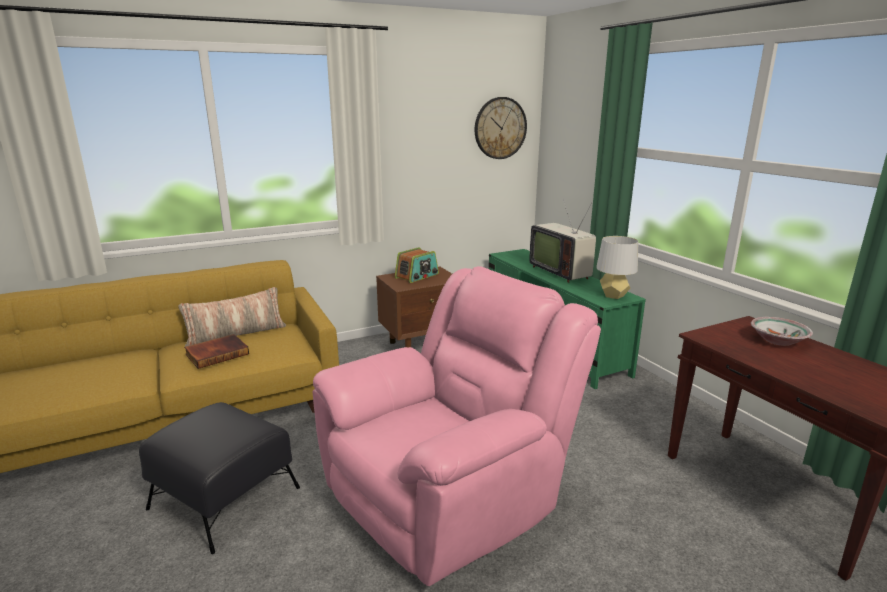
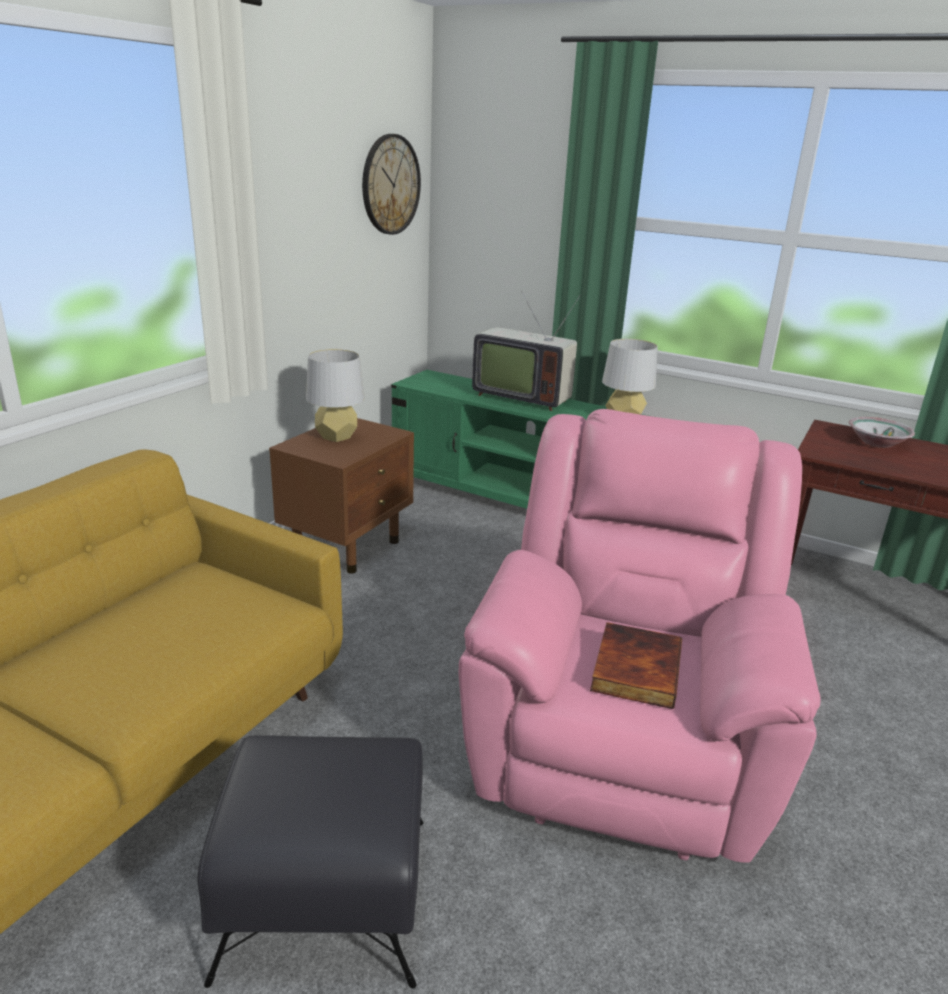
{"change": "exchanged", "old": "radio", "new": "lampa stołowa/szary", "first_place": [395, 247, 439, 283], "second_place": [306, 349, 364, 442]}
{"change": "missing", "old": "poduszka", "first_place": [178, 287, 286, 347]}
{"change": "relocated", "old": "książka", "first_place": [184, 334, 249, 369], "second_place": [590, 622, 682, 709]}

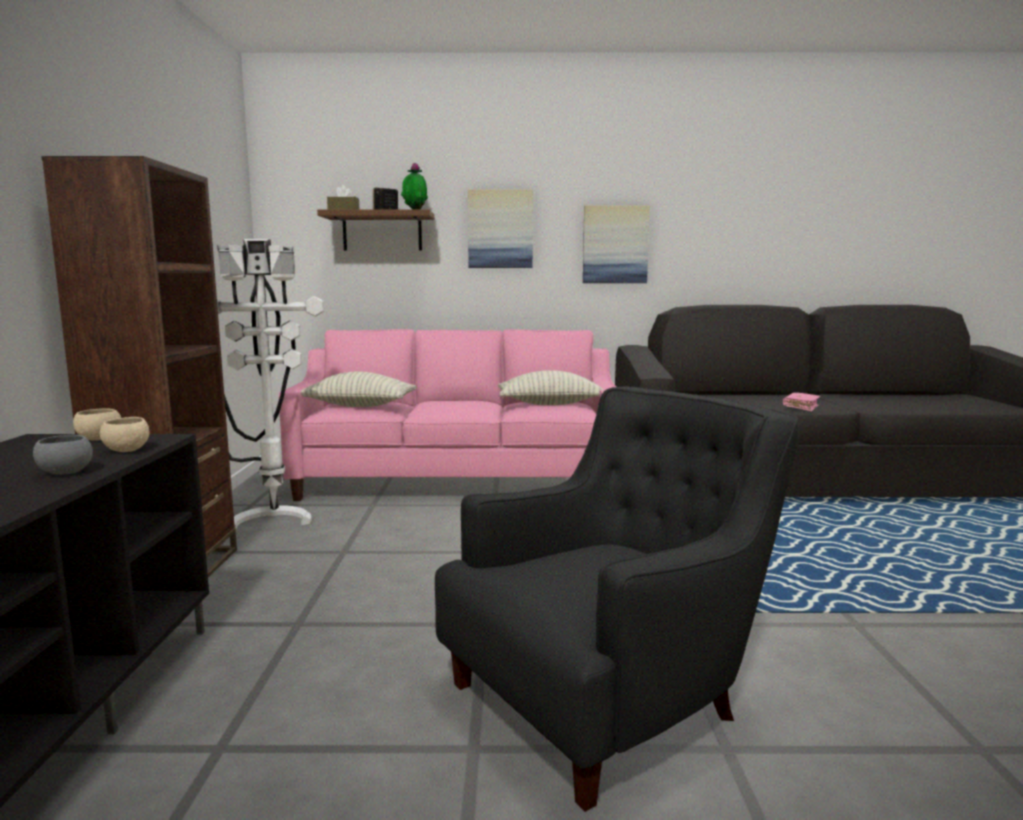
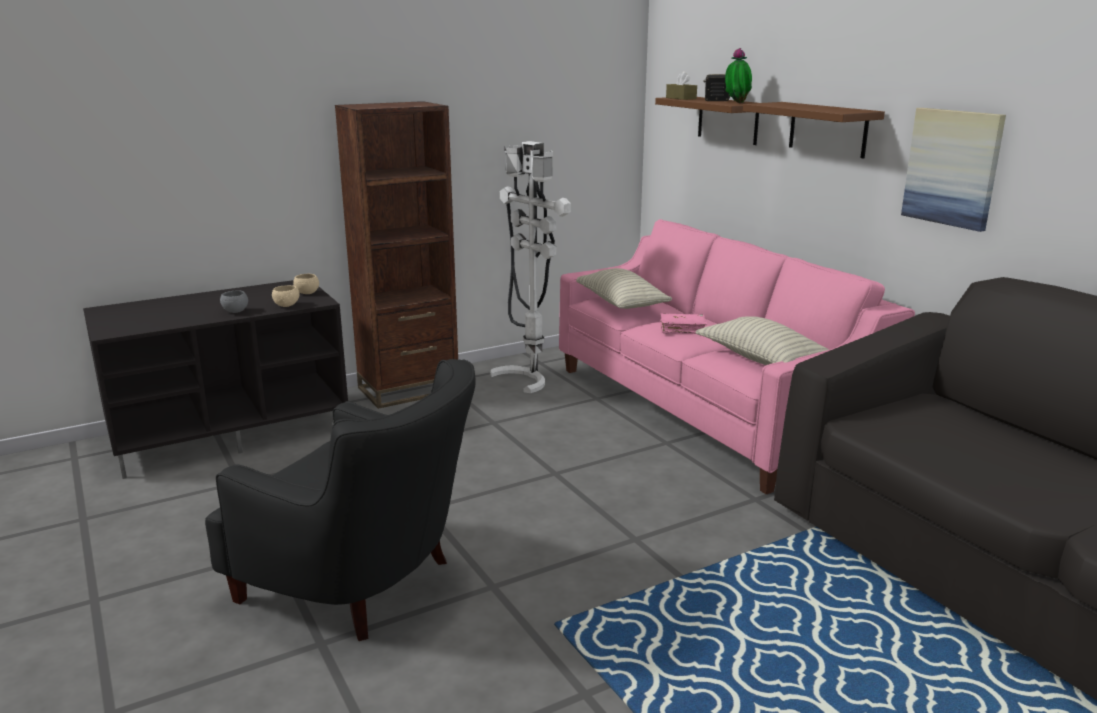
{"change": "exchanged", "old": "obraz", "new": "półka/brązowy", "first_place": [468, 190, 533, 268], "second_place": [743, 102, 885, 159]}
{"change": "relocated", "old": "książka/różowy", "first_place": [783, 392, 820, 412], "second_place": [660, 314, 707, 334]}

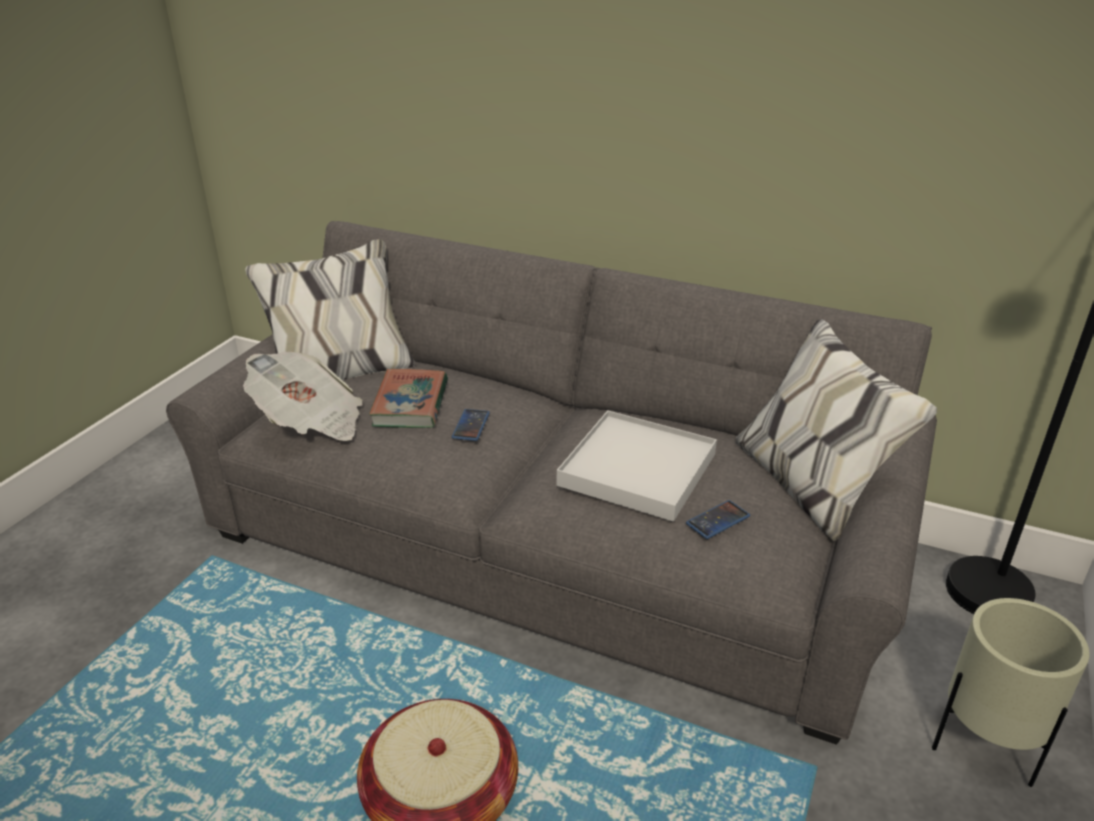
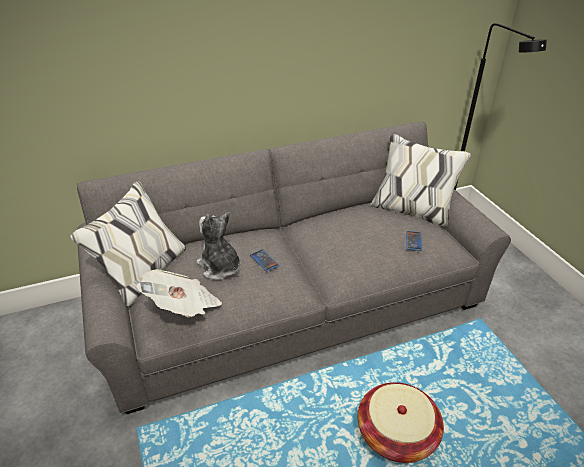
{"change": "exchanged", "old": "książka", "new": "pluszak", "first_place": [369, 369, 448, 428], "second_place": [196, 212, 241, 280]}
{"change": "missing", "old": "taca/biały", "first_place": [557, 410, 717, 522]}
{"change": "missing", "old": "donica/beżowy", "first_place": [932, 598, 1090, 787]}

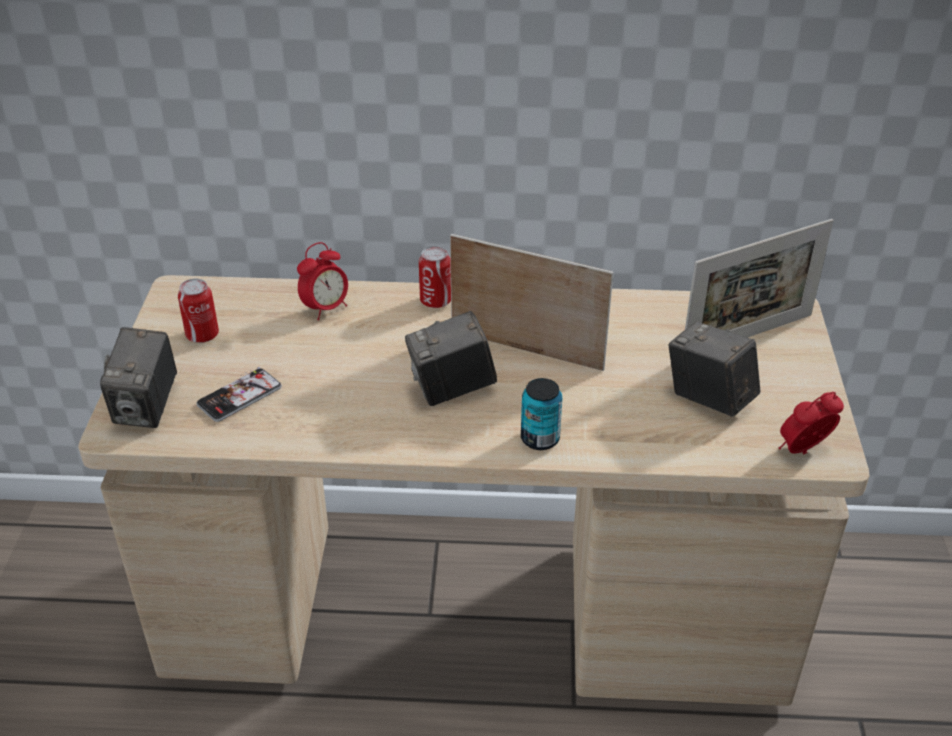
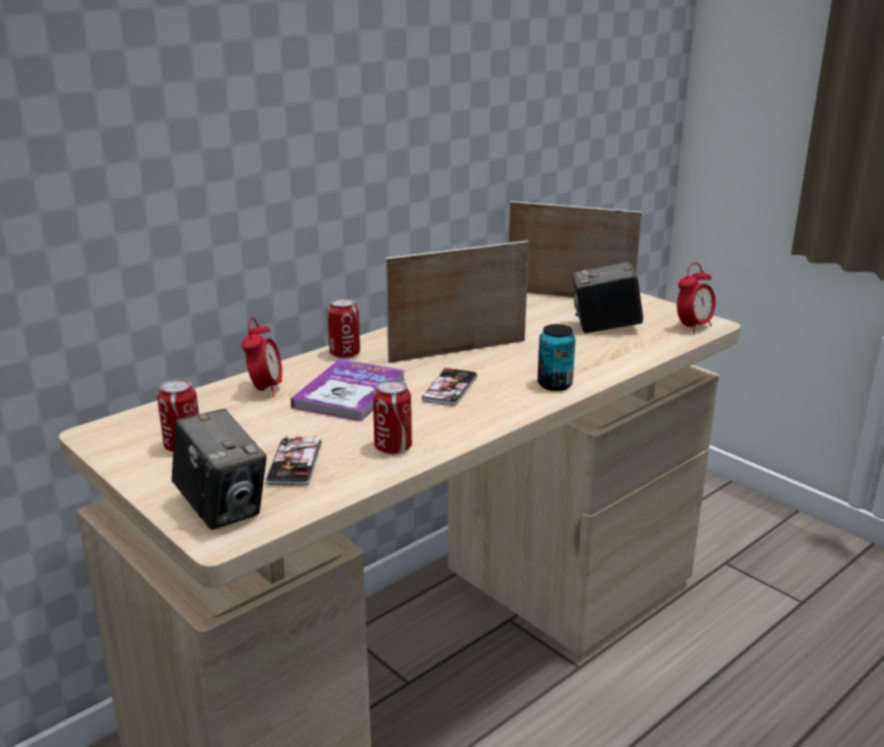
{"change": "spun", "old": "ramka na zdjęcie", "first_place": [685, 219, 834, 338], "second_place": [508, 201, 642, 298], "degrees": -90}
{"change": "exchanged", "old": "aparat fotograficzny", "new": "telefon", "first_place": [405, 311, 497, 406], "second_place": [421, 368, 478, 406]}
{"change": "spun", "old": "budzik", "first_place": [779, 392, 844, 454], "second_place": [677, 263, 716, 333], "degrees": -150}
{"change": "appeared", "new": "książka", "second_place": [291, 359, 405, 422]}
{"change": "appeared", "new": "puszka", "second_place": [373, 379, 412, 454]}

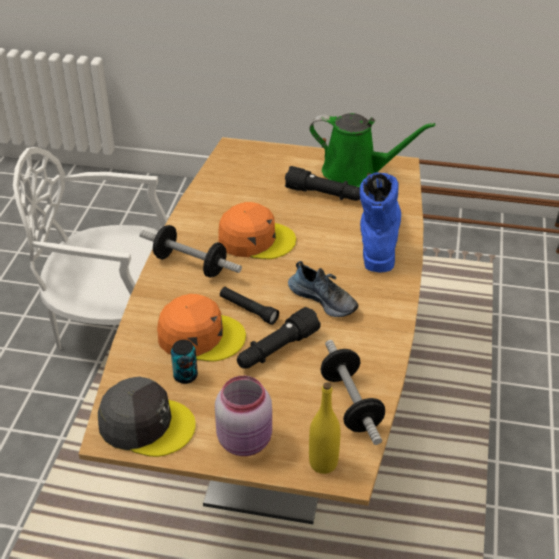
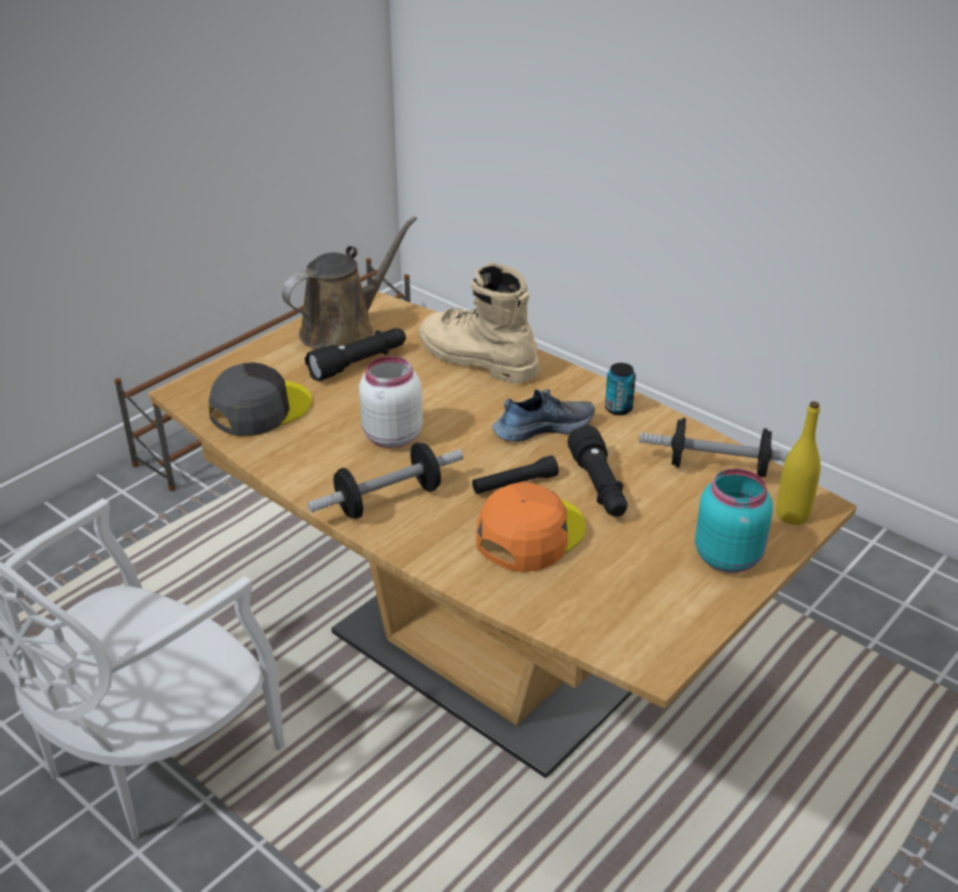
{"change": "colour", "old": "konewka/zielony", "new": "konewka/brązowy", "first_place": [309, 113, 435, 187], "second_place": [282, 216, 417, 349]}
{"change": "colour", "old": "but z cholewką/niebieski", "new": "but z cholewką/beżowy", "first_place": [360, 172, 401, 273], "second_place": [419, 263, 539, 384]}
{"change": "exchanged", "old": "czapka z daszkiem/pomarańczowy", "new": "słoik/biały", "first_place": [218, 202, 296, 259], "second_place": [359, 356, 423, 448]}
{"change": "relocated", "old": "puszka", "first_place": [171, 340, 198, 384], "second_place": [605, 363, 636, 415]}
{"change": "colour", "old": "słoik/różowy", "new": "słoik/turkusowy", "first_place": [215, 376, 272, 456], "second_place": [695, 469, 773, 573]}
{"change": "relocated", "old": "czapka z daszkiem/szary", "first_place": [98, 377, 196, 457], "second_place": [209, 362, 312, 436]}

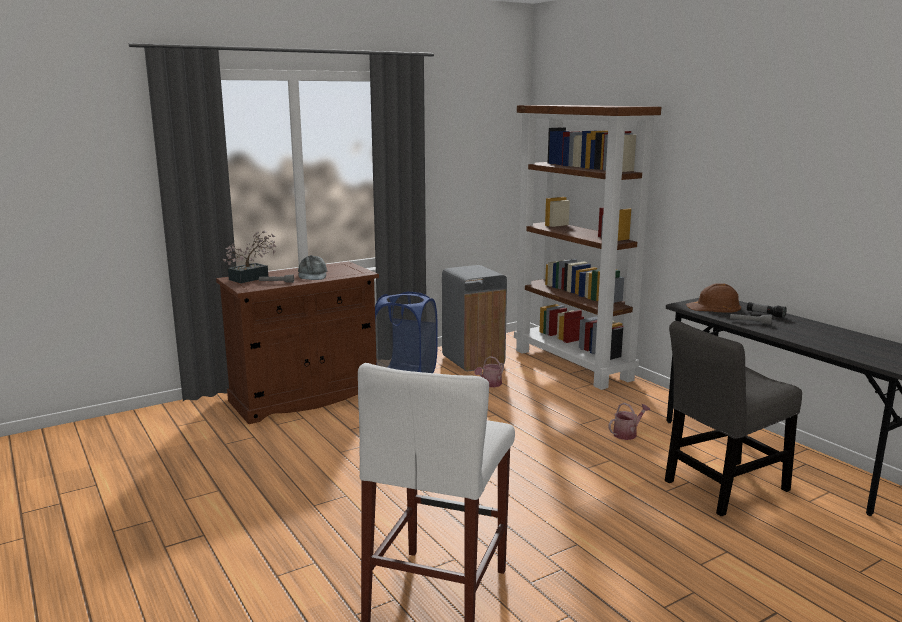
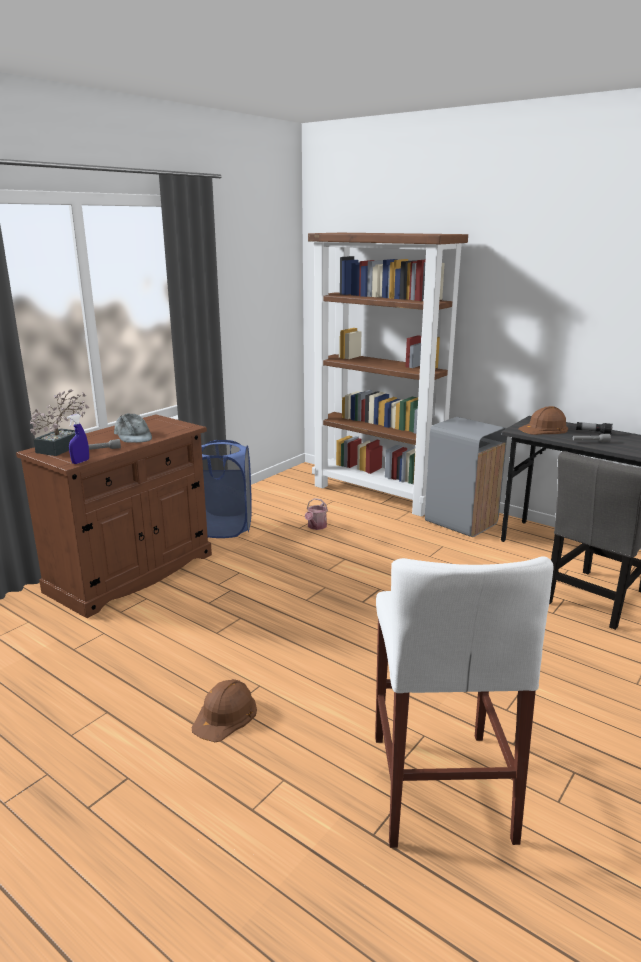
{"change": "relocated", "old": "kosz na śmieci/szary", "first_place": [442, 265, 507, 371], "second_place": [425, 417, 507, 537]}
{"change": "missing", "old": "konewka", "first_place": [609, 403, 650, 440]}
{"change": "appeared", "new": "spryskiwacz/niebieski", "second_place": [67, 414, 89, 464]}
{"change": "appeared", "new": "kask/brązowy", "second_place": [192, 679, 257, 742]}

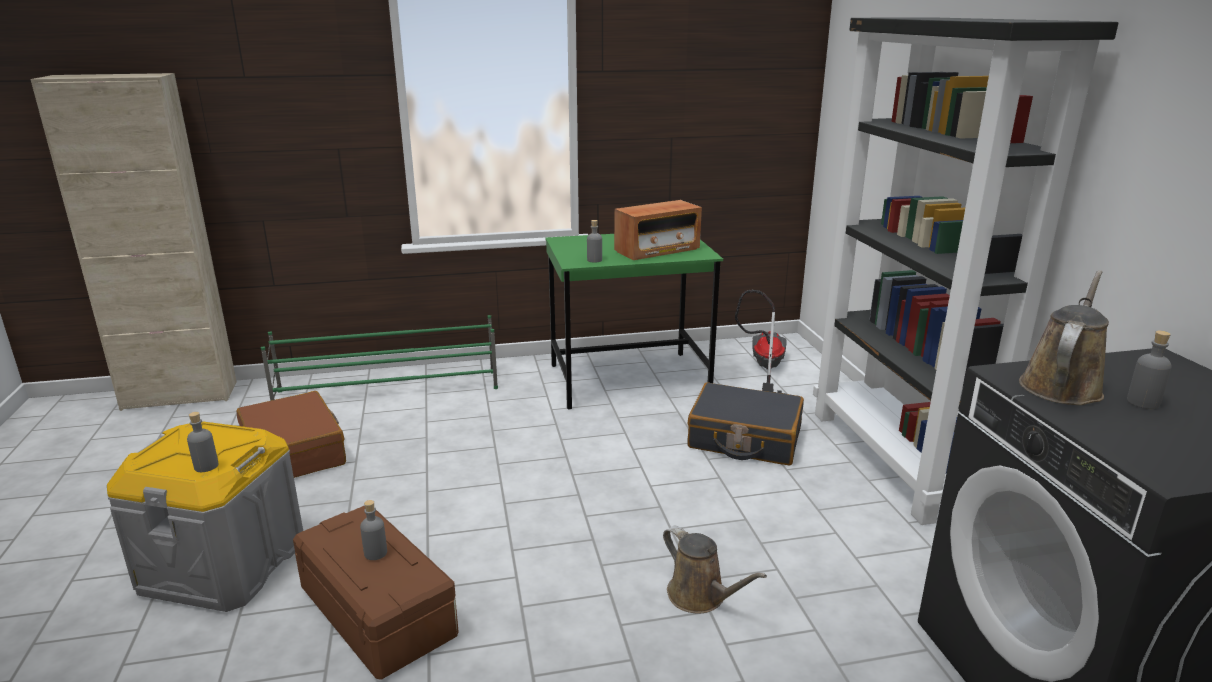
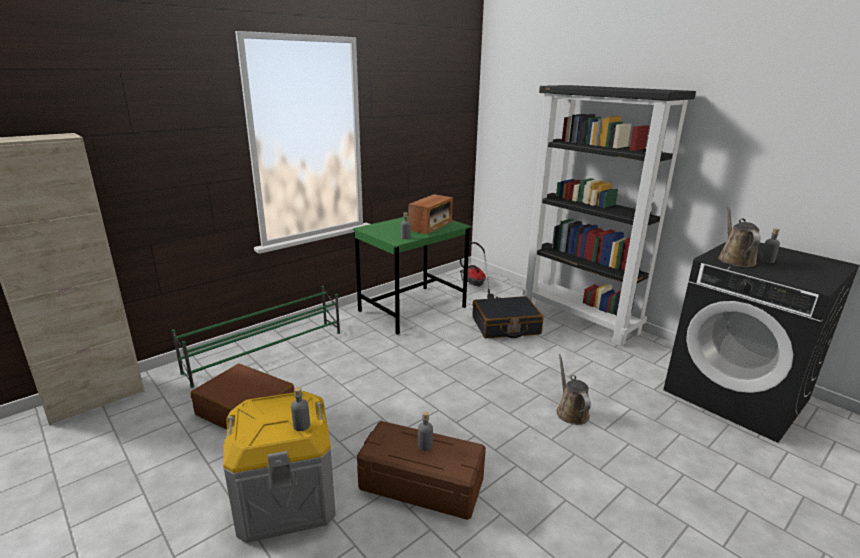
{"change": "spun", "old": "konewka/brązowy", "first_place": [663, 526, 767, 613], "second_place": [557, 354, 591, 425], "degrees": -120}

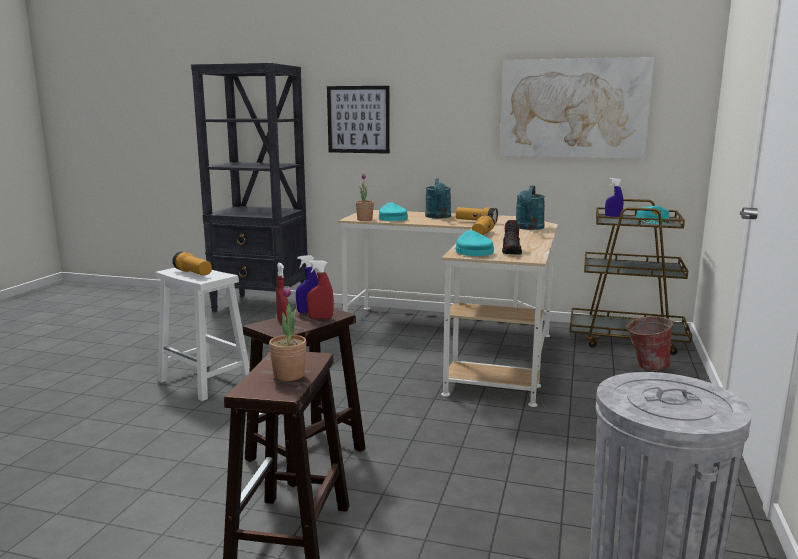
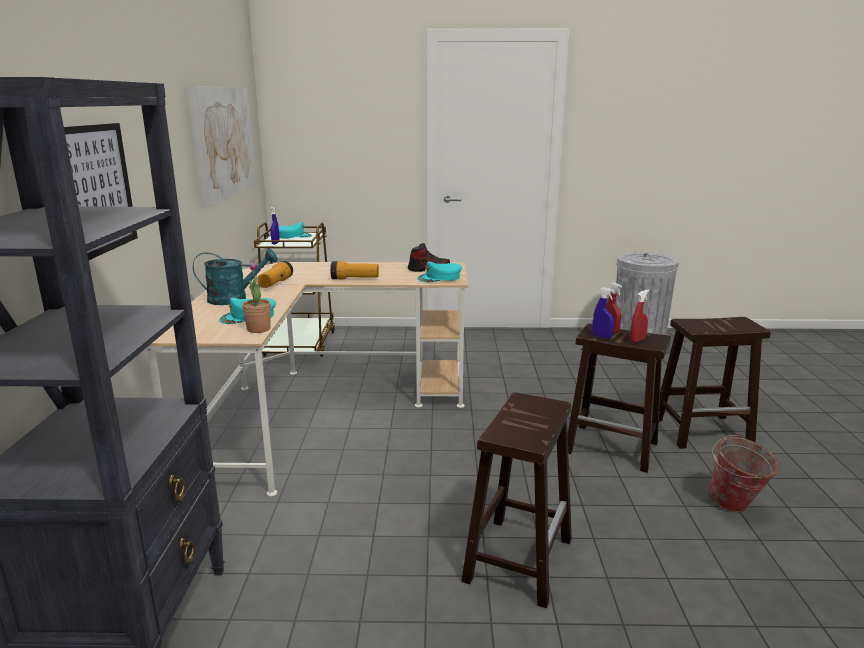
{"change": "missing", "old": "konewka/turkusowy", "first_place": [516, 186, 545, 230]}
{"change": "missing", "old": "latarka", "first_place": [172, 251, 212, 275]}
{"change": "colour", "old": "stołek/biały", "new": "stołek/brązowy", "first_place": [156, 268, 250, 401], "second_place": [461, 392, 572, 608]}
{"change": "missing", "old": "roślina doniczkowa", "first_place": [269, 286, 307, 381]}
{"change": "relocated", "old": "wiadro", "first_place": [625, 316, 675, 371], "second_place": [708, 433, 779, 512]}

